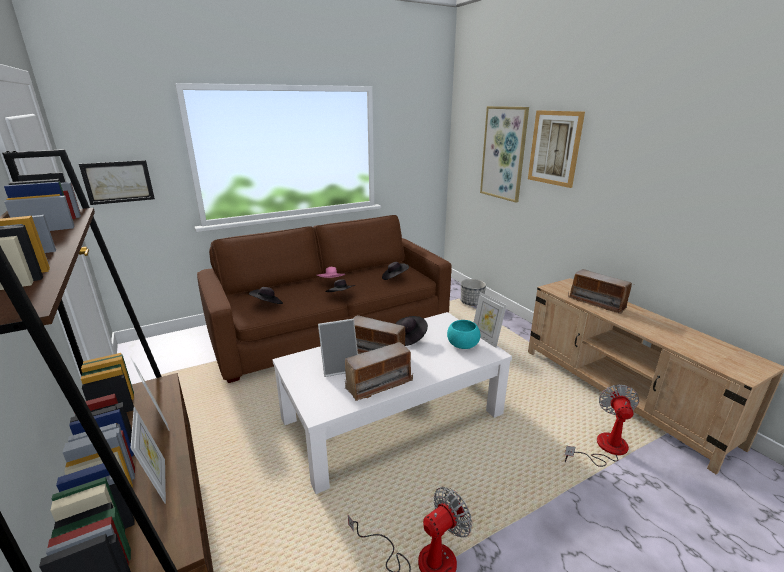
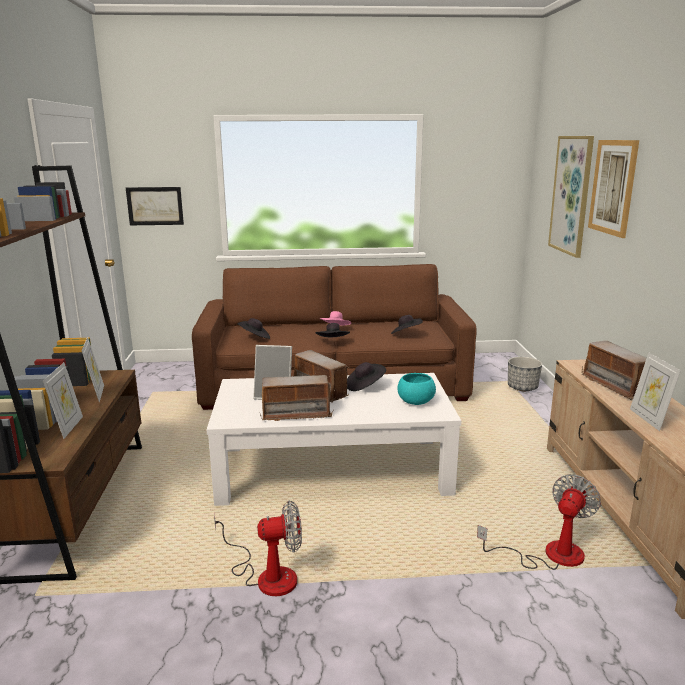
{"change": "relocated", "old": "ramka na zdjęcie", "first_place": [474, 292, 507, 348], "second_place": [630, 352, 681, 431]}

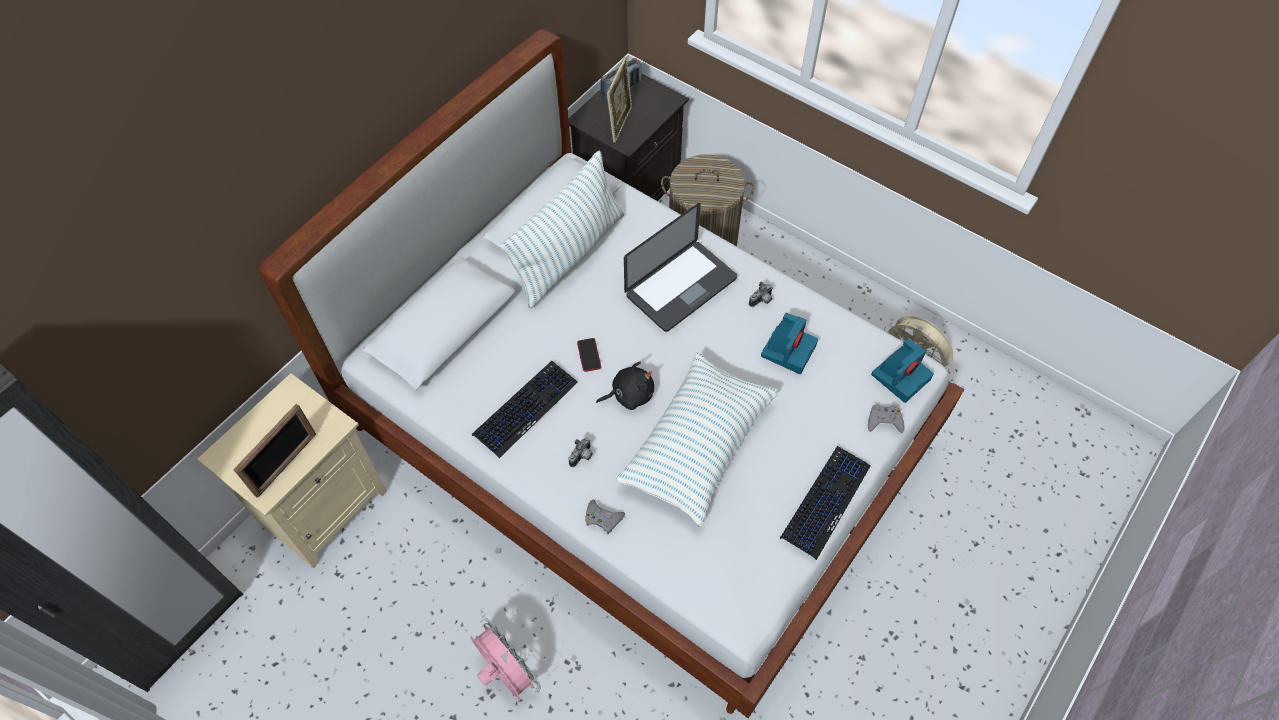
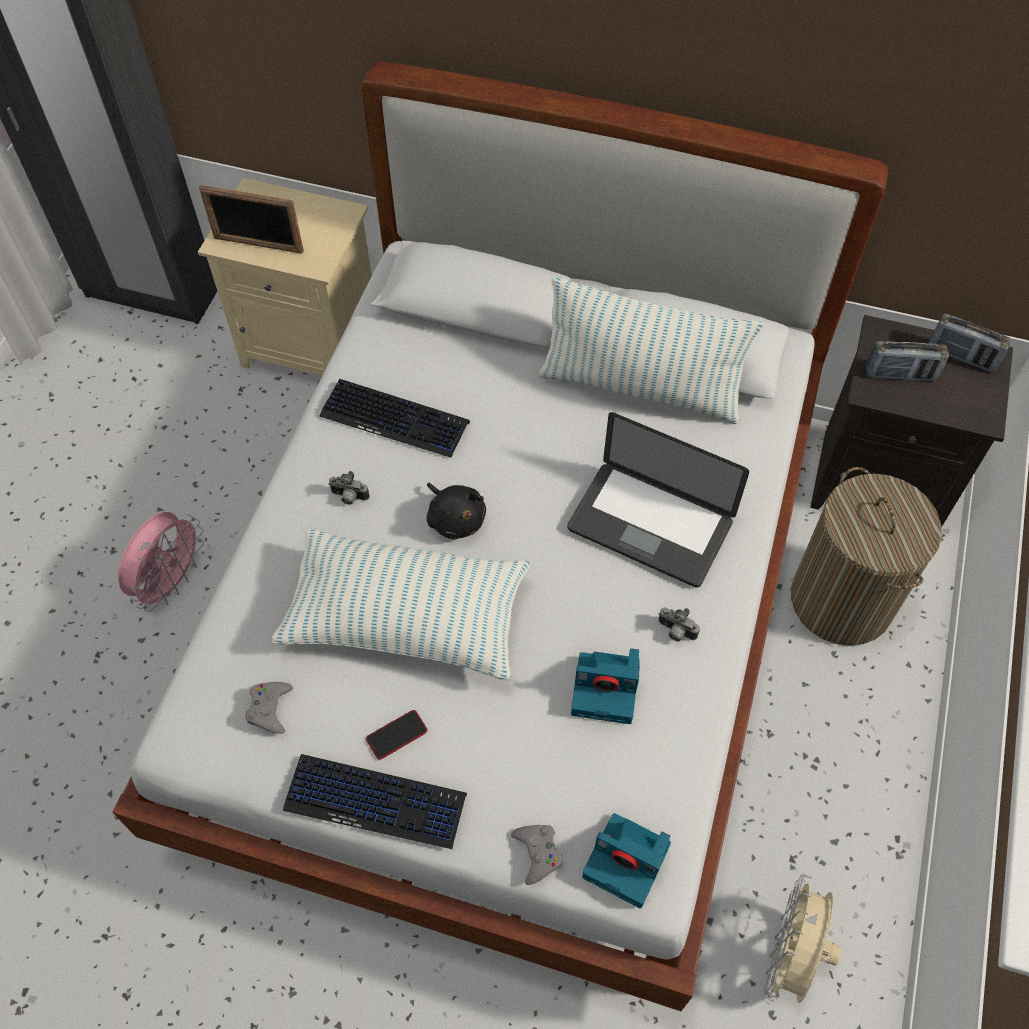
{"change": "exchanged", "old": "ramka na zdjęcie", "new": "radio", "first_place": [607, 57, 632, 143], "second_place": [866, 341, 949, 381]}
{"change": "relocated", "old": "telefon", "first_place": [577, 338, 601, 372], "second_place": [366, 710, 427, 760]}
{"change": "relocated", "old": "pad do gier/szary", "first_place": [585, 500, 625, 534], "second_place": [245, 682, 293, 734]}

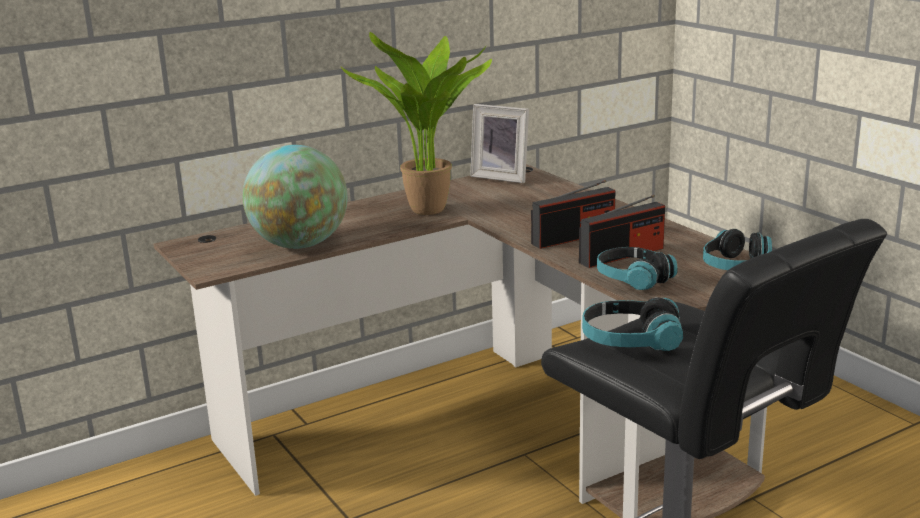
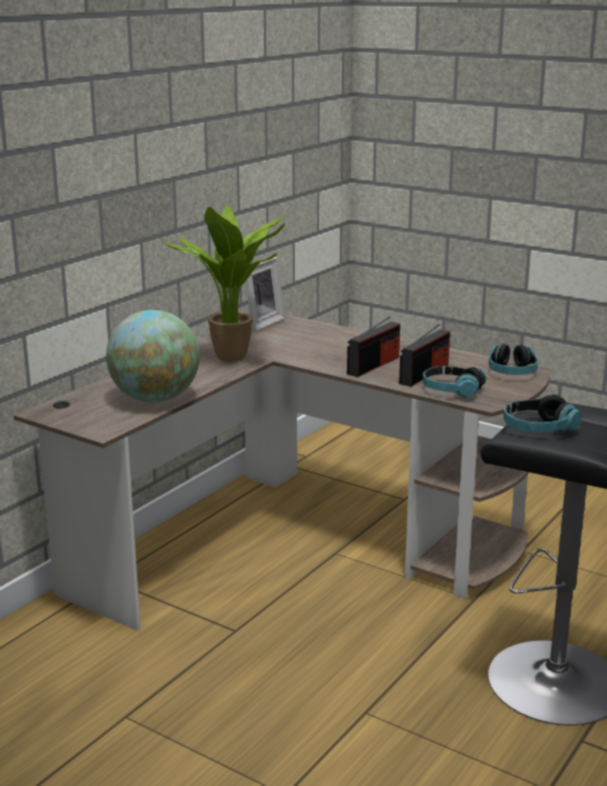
{"change": "spun", "old": "ramka na zdjęcie", "first_place": [470, 104, 529, 183], "second_place": [245, 257, 285, 331], "degrees": -60}

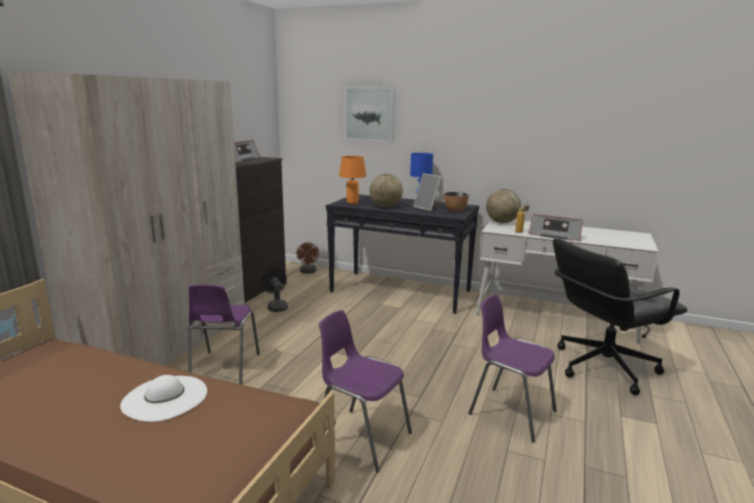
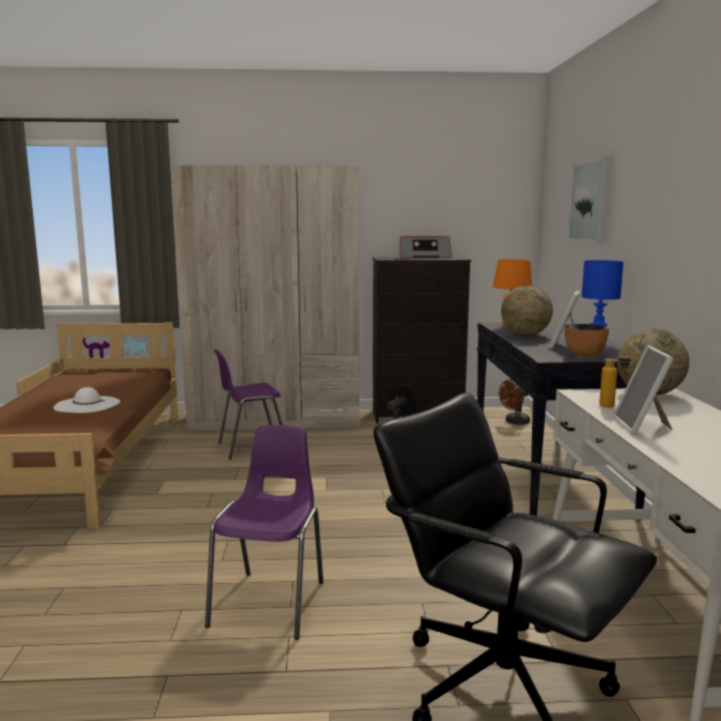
{"change": "exchanged", "old": "radio", "new": "ramka na zdjęcie", "first_place": [528, 214, 583, 241], "second_place": [613, 345, 674, 434]}
{"change": "missing", "old": "krzesło/fioletowy", "first_place": [319, 310, 412, 473]}

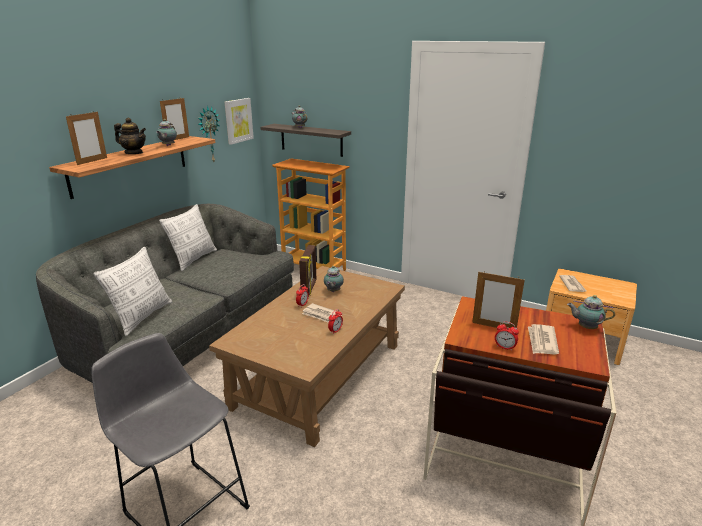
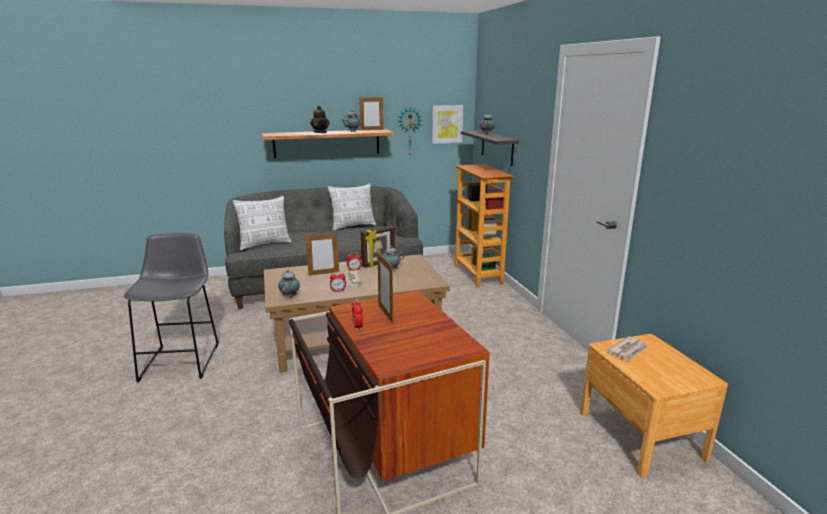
{"change": "relocated", "old": "ramka na zdjęcie", "first_place": [66, 111, 107, 165], "second_place": [306, 233, 339, 276]}
{"change": "relocated", "old": "imbryk", "first_place": [567, 295, 615, 329], "second_place": [278, 270, 300, 298]}
{"change": "missing", "old": "gazeta", "first_place": [528, 324, 559, 355]}

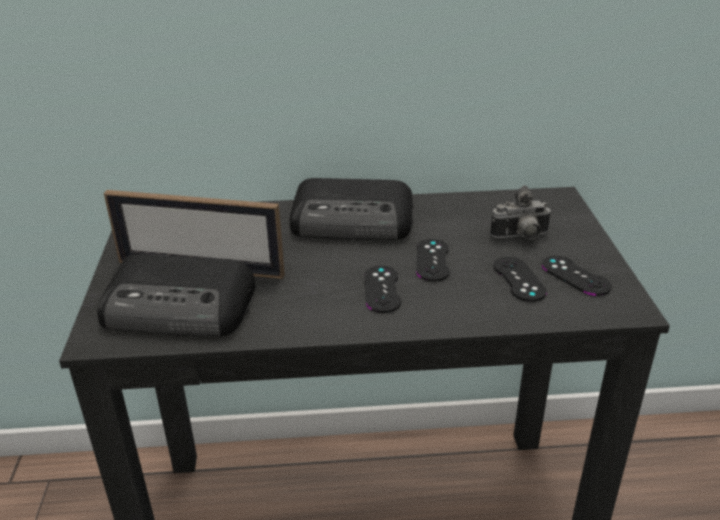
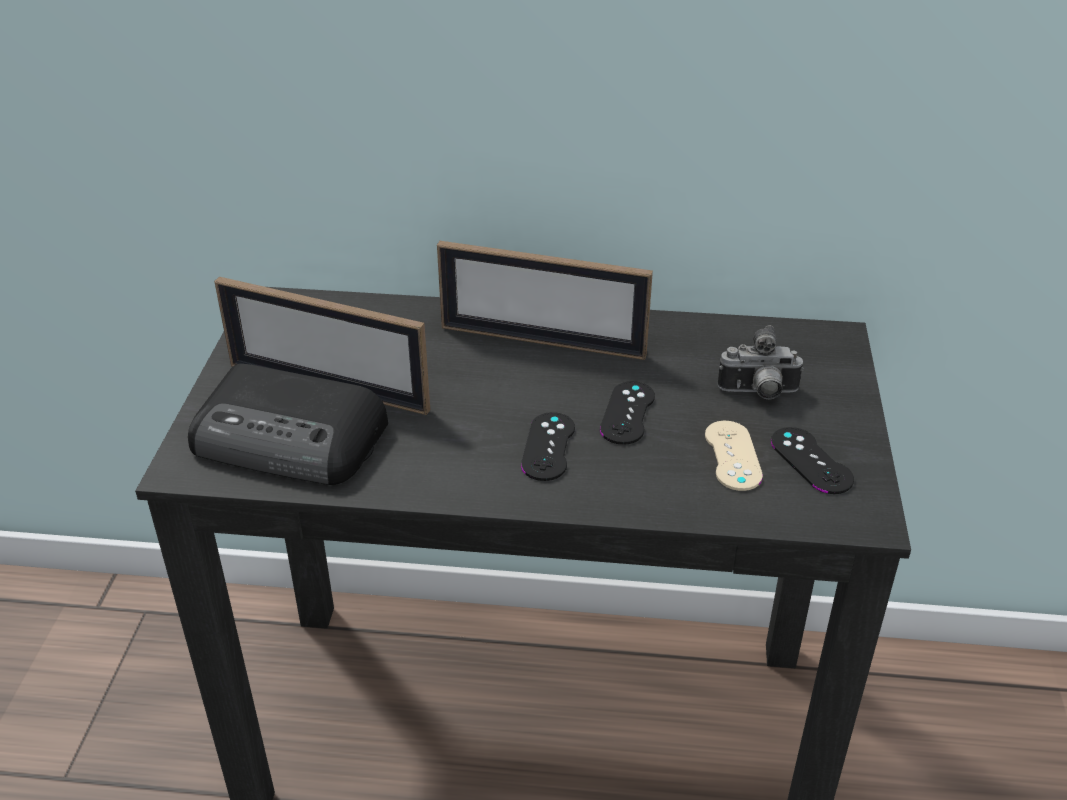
{"change": "exchanged", "old": "radio", "new": "ramka na zdjęcie", "first_place": [290, 178, 413, 240], "second_place": [437, 241, 653, 360]}
{"change": "colour", "old": "pad do gier/czarny", "new": "pad do gier/beżowy", "first_place": [494, 257, 547, 302], "second_place": [705, 421, 763, 491]}

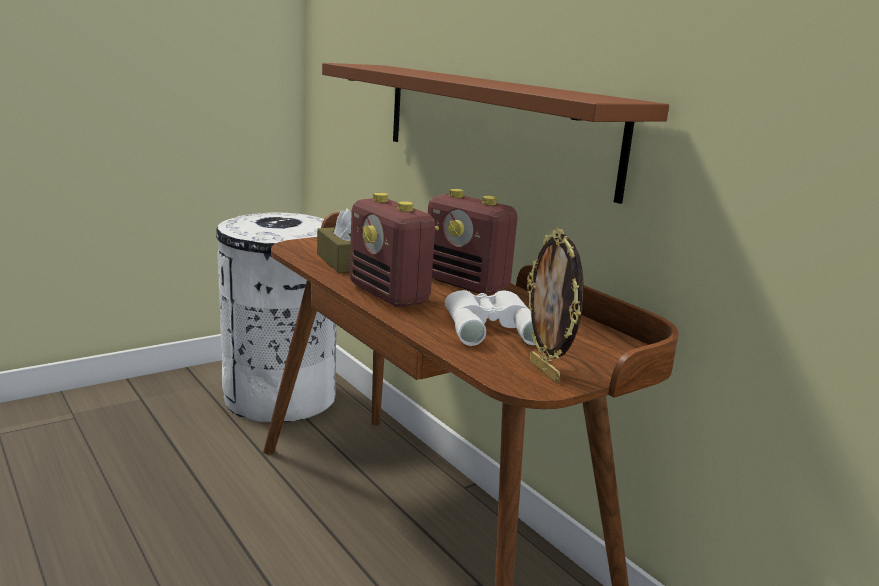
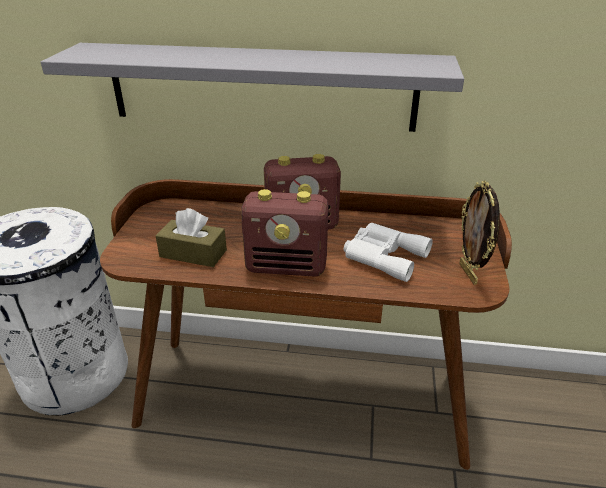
{"change": "colour", "old": "półka/brązowy", "new": "półka/szary", "first_place": [322, 63, 669, 204], "second_place": [41, 43, 464, 132]}
{"change": "spun", "old": "ramka na zdjęcie", "first_place": [527, 228, 584, 383], "second_place": [459, 181, 500, 285], "degrees": 60}

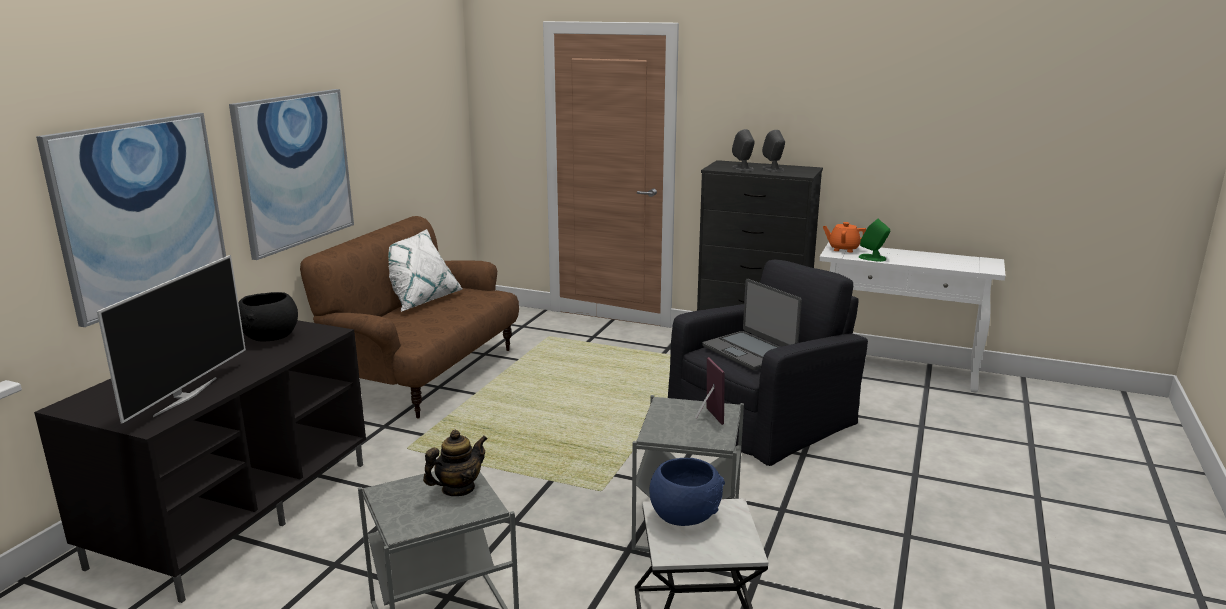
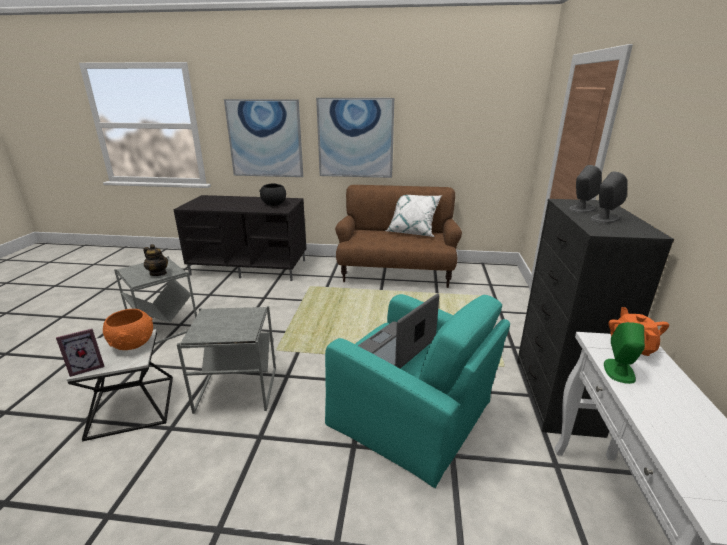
{"change": "missing", "old": "telewizor", "first_place": [97, 255, 246, 424]}
{"change": "colour", "old": "fotel/czarny", "new": "fotel/turkusowy", "first_place": [668, 259, 868, 466], "second_place": [325, 294, 510, 488]}
{"change": "relocated", "old": "ramka na zdjęcie", "first_place": [695, 357, 725, 425], "second_place": [56, 329, 104, 377]}
{"change": "colour", "old": "miska/niebieski", "new": "miska/pomarańczowy", "first_place": [650, 458, 725, 526], "second_place": [103, 309, 153, 350]}

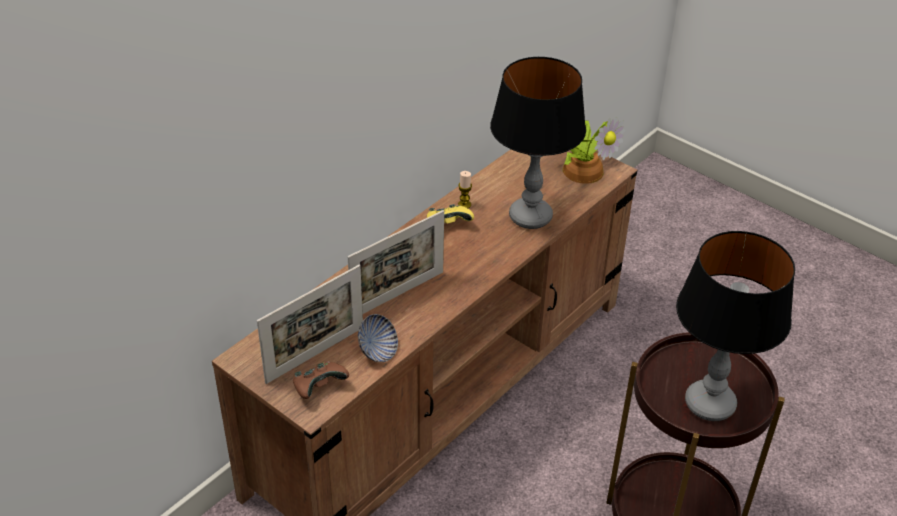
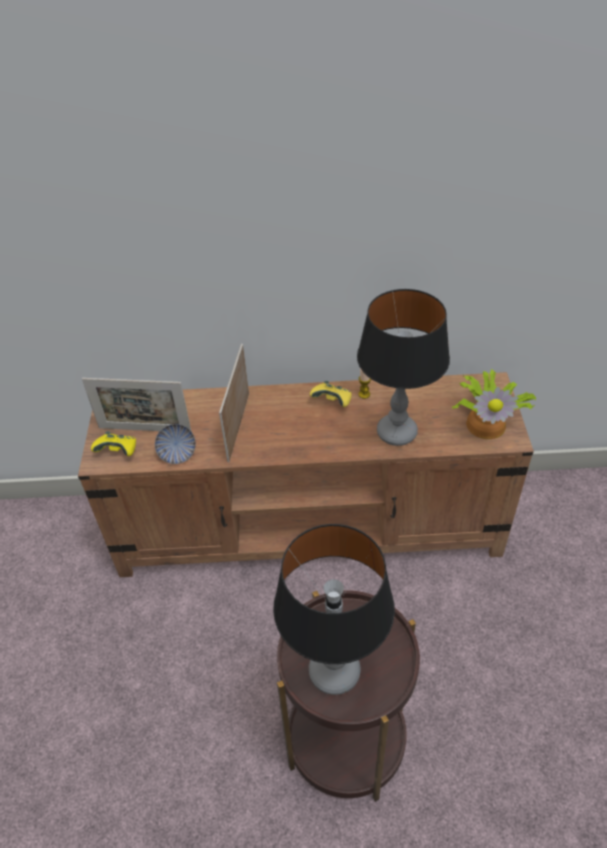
{"change": "spun", "old": "ramka na zdjęcie", "first_place": [348, 210, 444, 314], "second_place": [219, 344, 249, 462], "degrees": 90}
{"change": "colour", "old": "pad do gier/brązowy", "new": "pad do gier/żółty", "first_place": [293, 361, 349, 399], "second_place": [91, 431, 136, 456]}

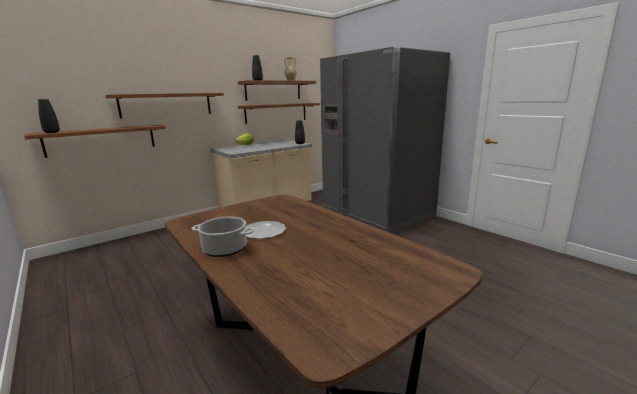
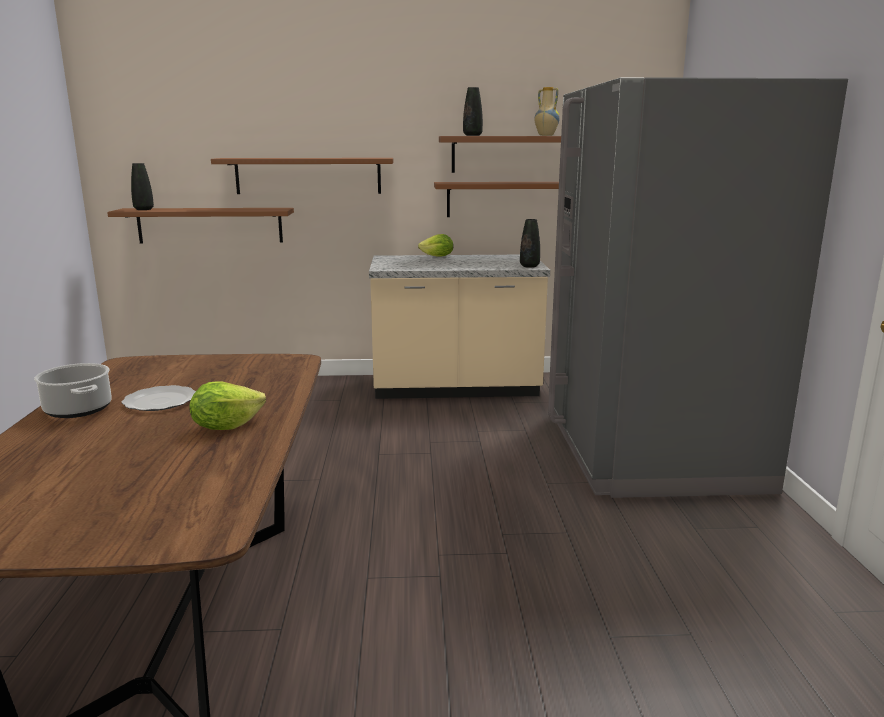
{"change": "appeared", "new": "sałata", "second_place": [189, 382, 266, 430]}

